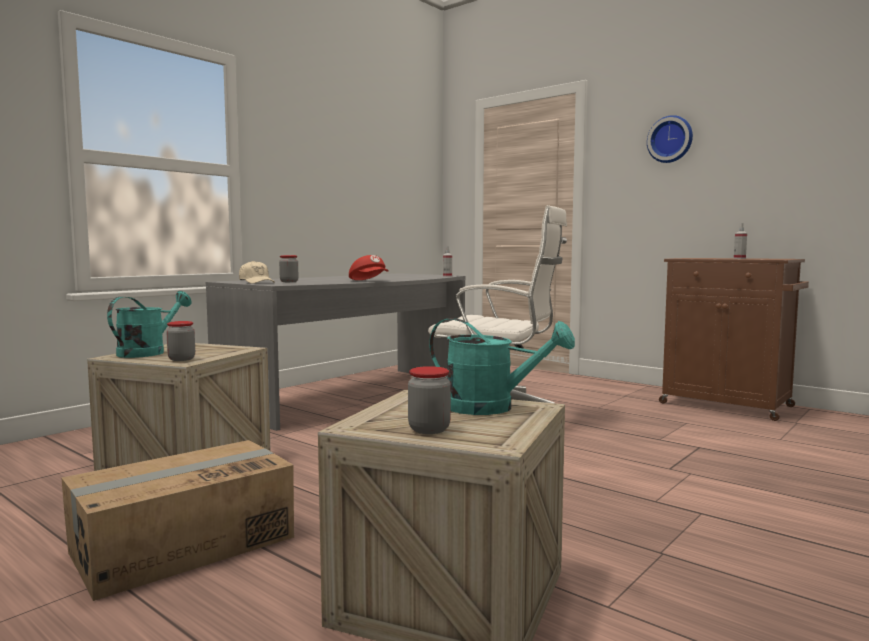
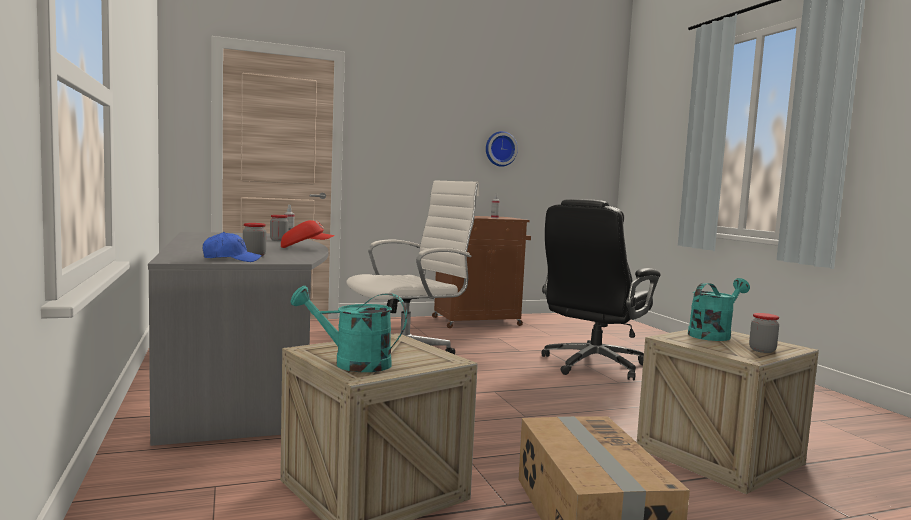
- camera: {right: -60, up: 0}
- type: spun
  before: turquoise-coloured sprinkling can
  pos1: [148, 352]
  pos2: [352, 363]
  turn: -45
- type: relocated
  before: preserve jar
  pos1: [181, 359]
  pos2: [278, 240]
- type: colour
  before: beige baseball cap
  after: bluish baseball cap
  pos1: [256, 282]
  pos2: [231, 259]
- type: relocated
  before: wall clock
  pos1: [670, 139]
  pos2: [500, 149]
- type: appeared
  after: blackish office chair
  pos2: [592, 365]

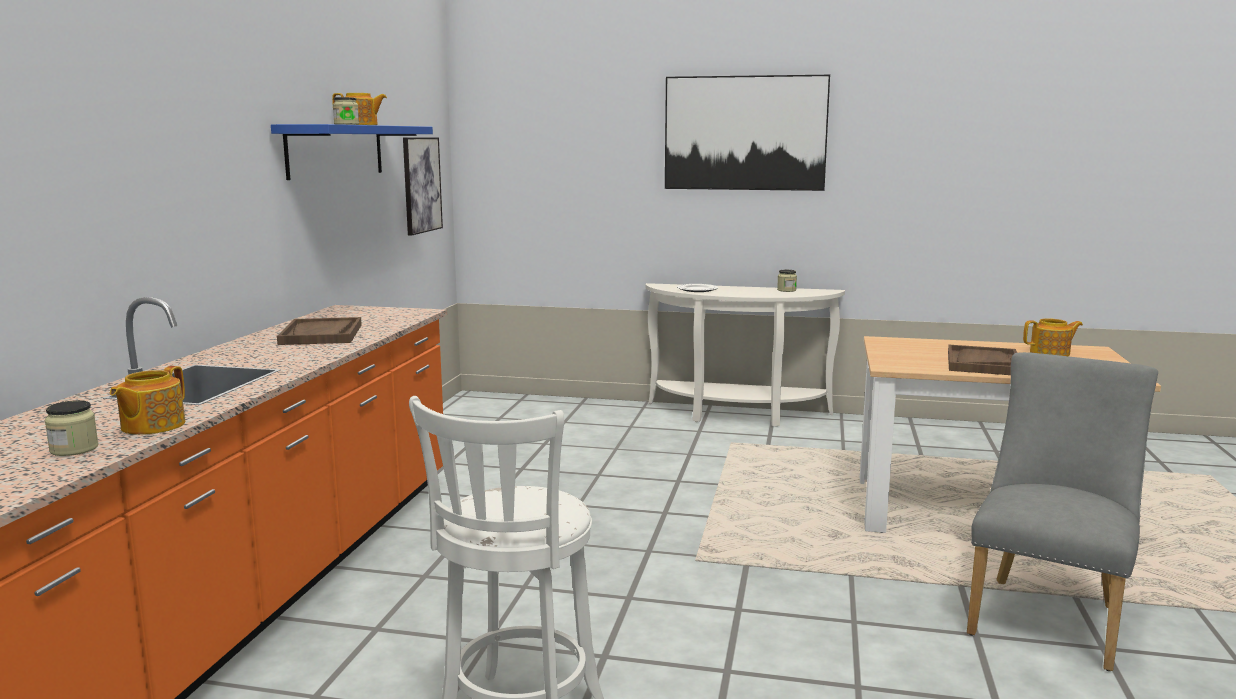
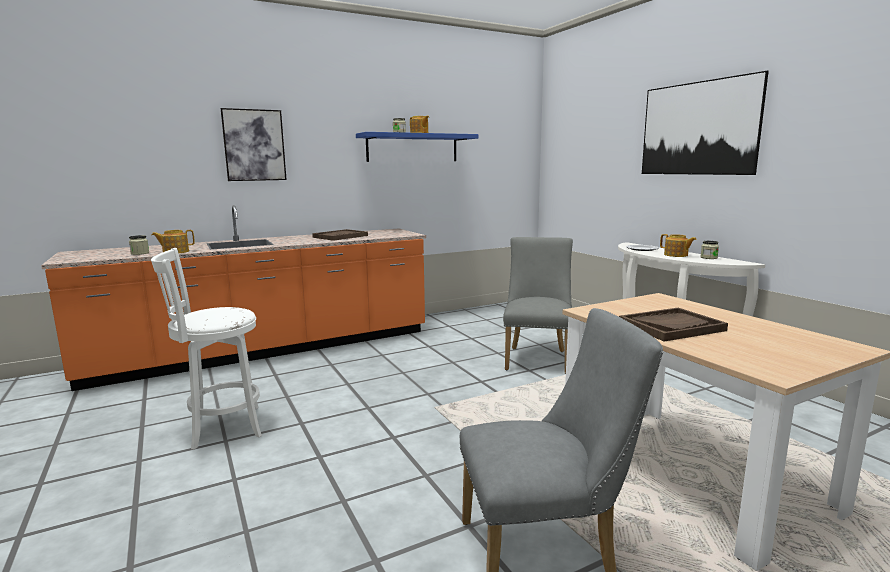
- camera: {right: 50, up: 0}
- type: relocated
  before: wall picture
  pos1: [421, 185]
  pos2: [254, 145]
- type: relocated
  before: teapot
  pos1: [1051, 353]
  pos2: [676, 255]
- type: appeared
  after: gray plain chair
  pos2: [537, 358]

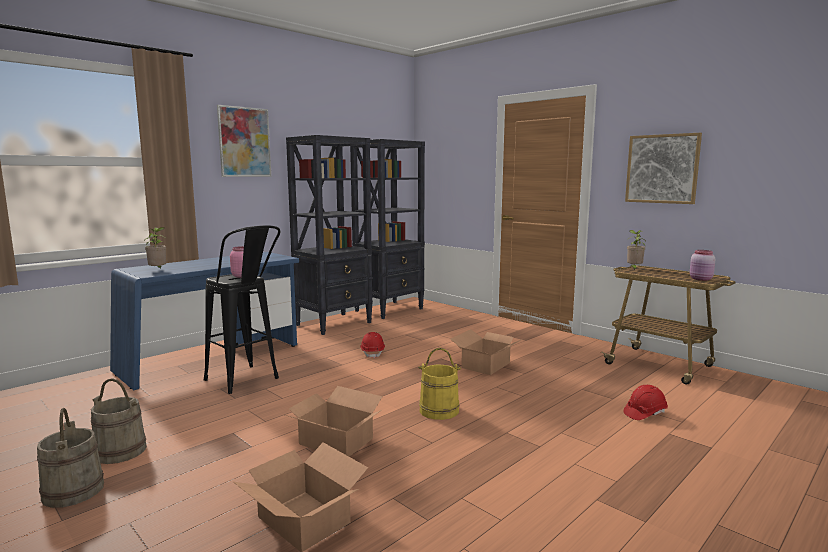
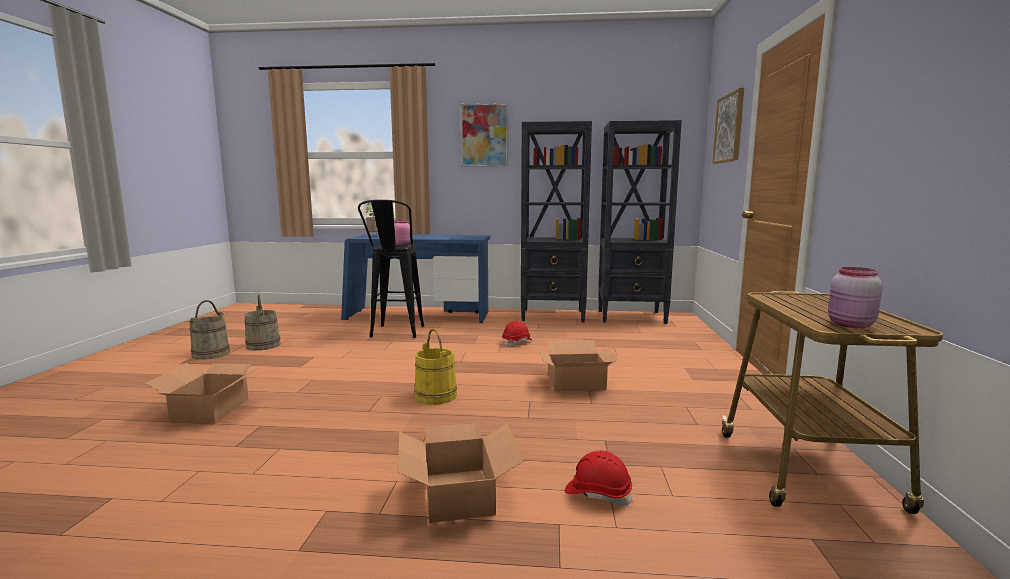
- camera: {right: 50, up: 0}
- type: relocated
  before: packing box
  pos1: [336, 442]
  pos2: [457, 495]
- type: relocated
  before: wall picture
  pos1: [662, 169]
  pos2: [729, 128]
- type: missing
  before: plant in a pot
  pos1: [634, 269]

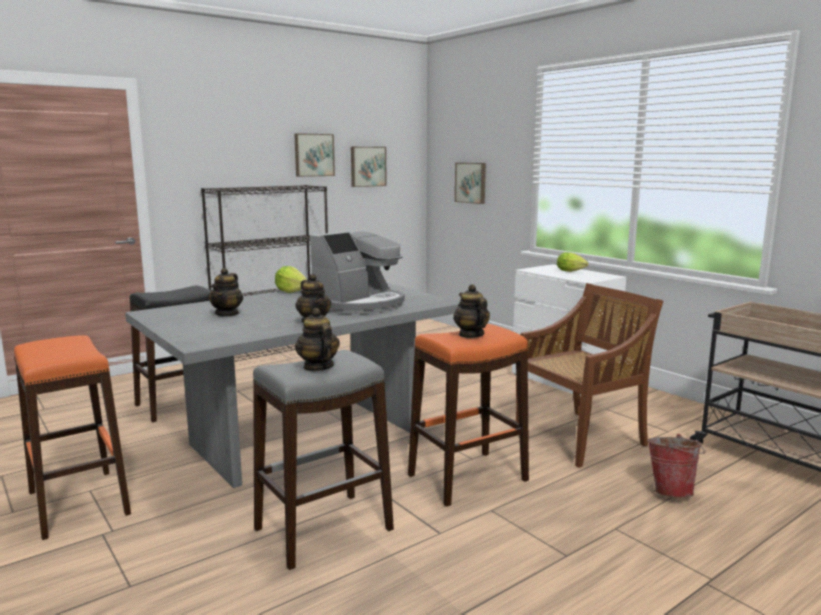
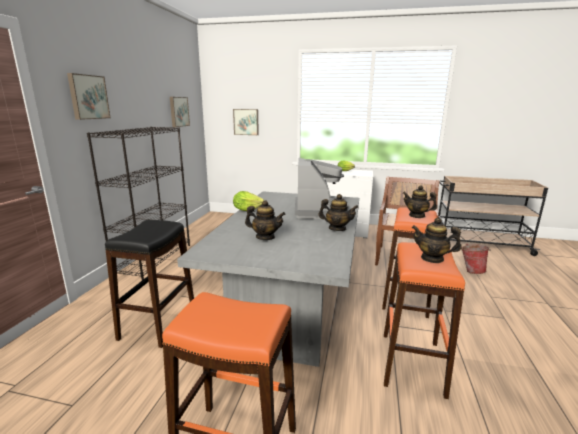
- camera: {right: -40, up: 5}
- type: spun
  before: teapot
  pos1: [227, 314]
  pos2: [265, 237]
  turn: -45
- type: colour
  before: gray stool seat
  after: orange stool seat
  pos1: [323, 529]
  pos2: [412, 363]
- type: relocated
  before: wall picture
  pos1: [313, 155]
  pos2: [88, 97]

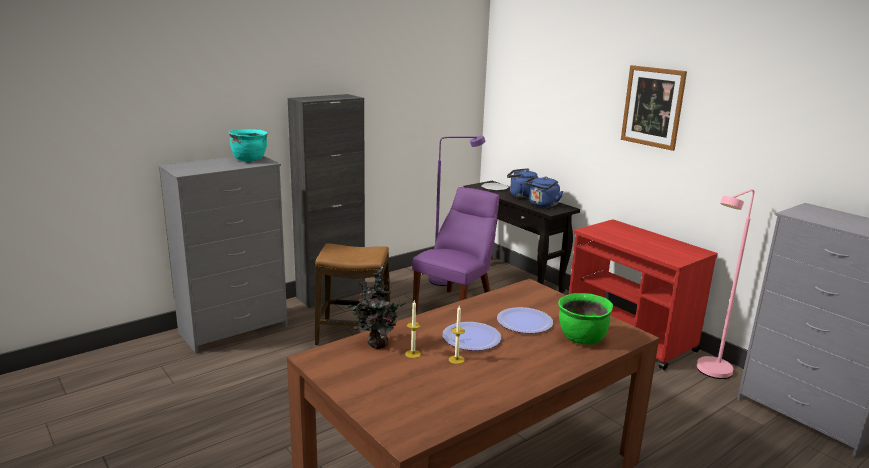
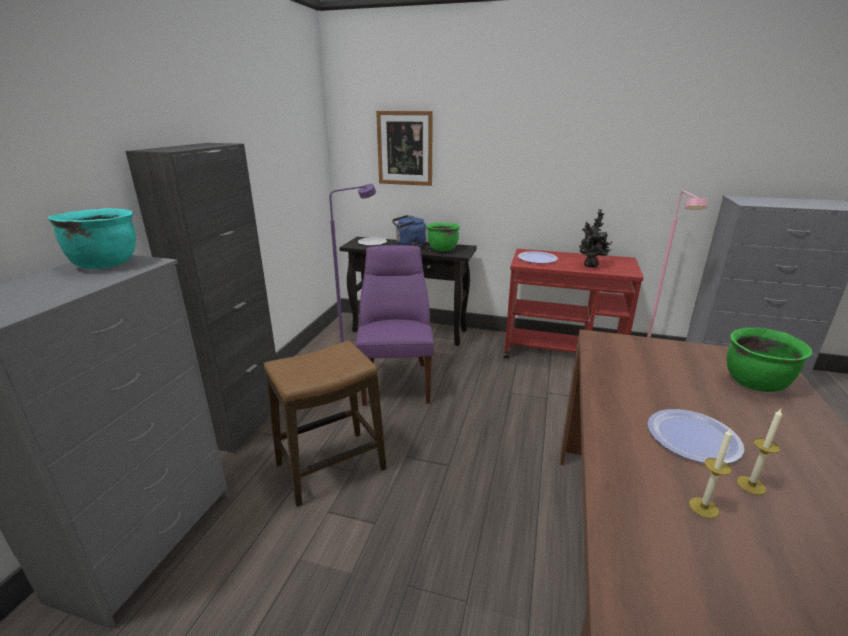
- camera: {right: -35, up: 5}
- type: relocated
  before: plant in a pot
  pos1: [376, 345]
  pos2: [591, 266]
- type: relocated
  before: dinner plate
  pos1: [524, 322]
  pos2: [537, 258]
- type: exchanged
  before: bluish kettle
  after: green stockpot
  pos1: [542, 205]
  pos2: [442, 249]
- type: relocated
  before: wall picture
  pos1: [652, 107]
  pos2: [405, 148]

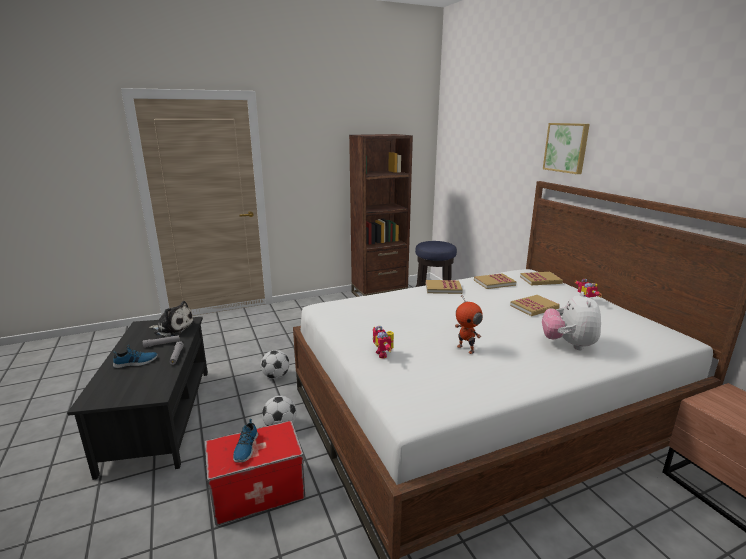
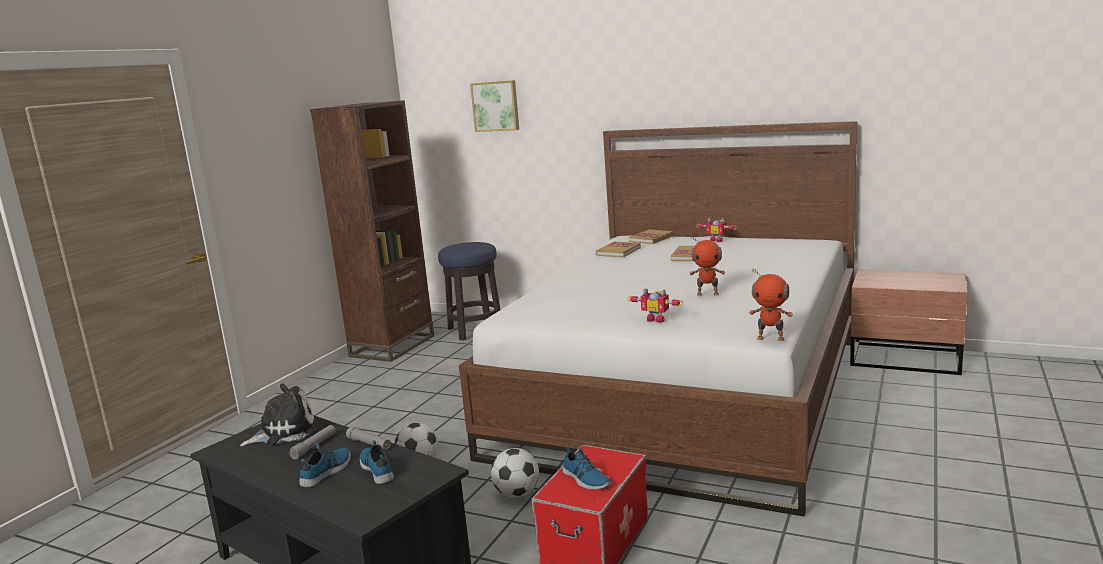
- camera: {right: -40, up: -5}
- type: missing
  before: book
  pos1: [443, 288]
- type: missing
  before: soft toy
  pos1: [568, 344]
- type: relocated
  before: wall picture
  pos1: [566, 147]
  pos2: [496, 106]
- type: appeared
  after: shoe
  pos2: [378, 469]
- type: appeared
  after: robot figure
  pos2: [770, 338]

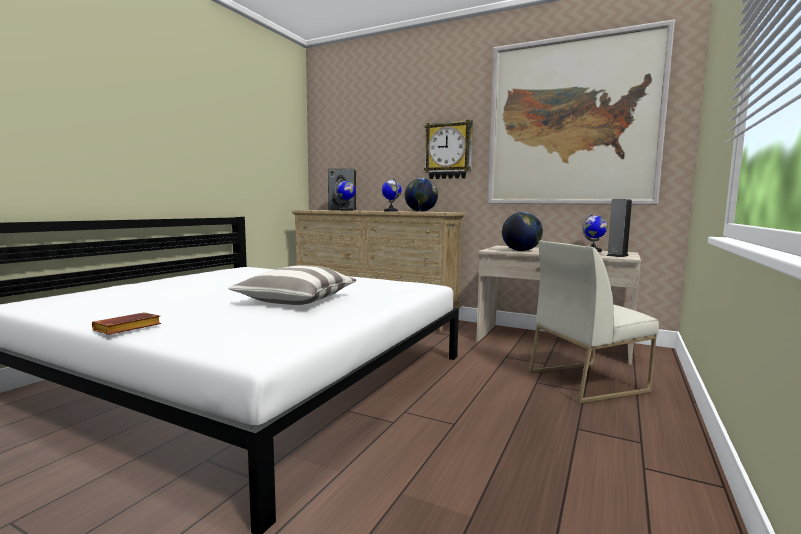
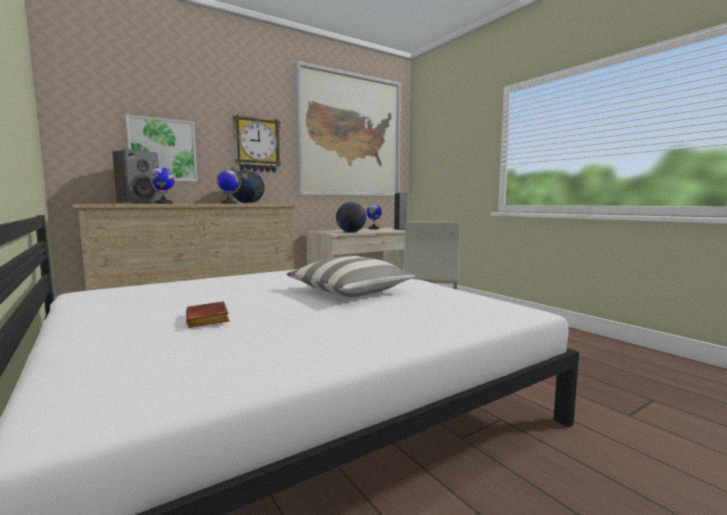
- camera: {right: -60, up: 0}
- type: relocated
  before: brown book
  pos1: [126, 329]
  pos2: [209, 320]
- type: appeared
  after: wall picture
  pos2: [163, 150]

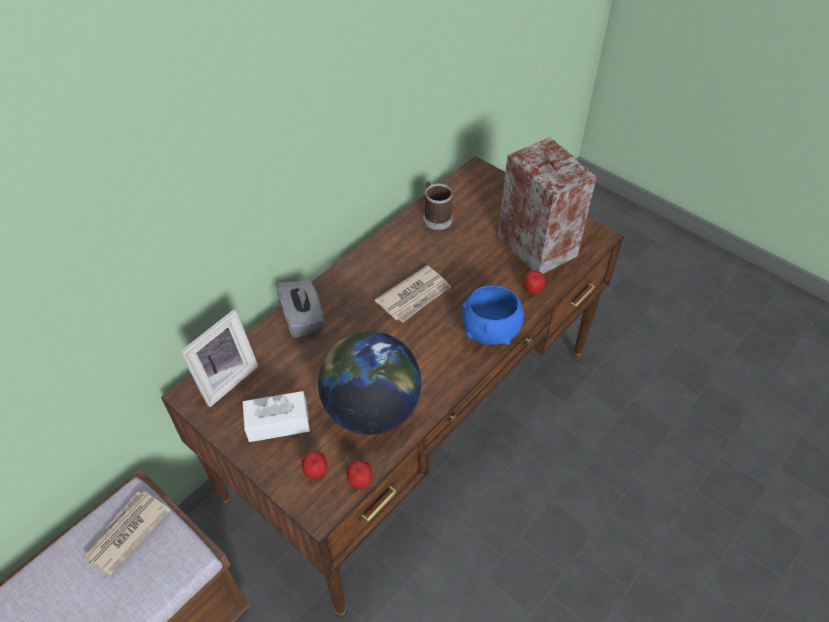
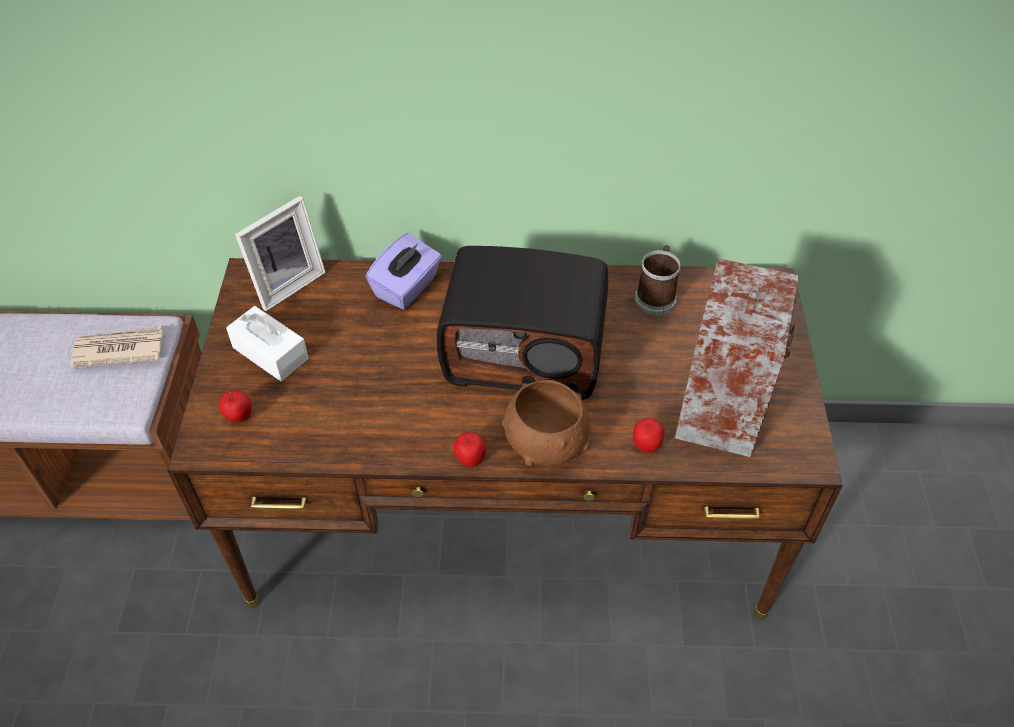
- camera: {right: 50, up: 0}
- type: spun
  before: photo frame
  pos1: [225, 378]
  pos2: [286, 283]
  turn: -45
- type: colour
  before: gray tissue box
  after: purple-coloured tissue box
  pos1: [303, 319]
  pos2: [407, 287]
- type: missing
  before: world globe
  pos1: [371, 409]
- type: relocated
  before: whole apple
  pos1: [360, 482]
  pos2: [470, 460]
- type: exchanged
  before: newspaper
  after: radio receiver
  pos1: [415, 296]
  pos2: [525, 351]
- type: colour
  before: bluish serving bowl
  after: brown serving bowl
  pos1: [490, 332]
  pos2: [544, 445]

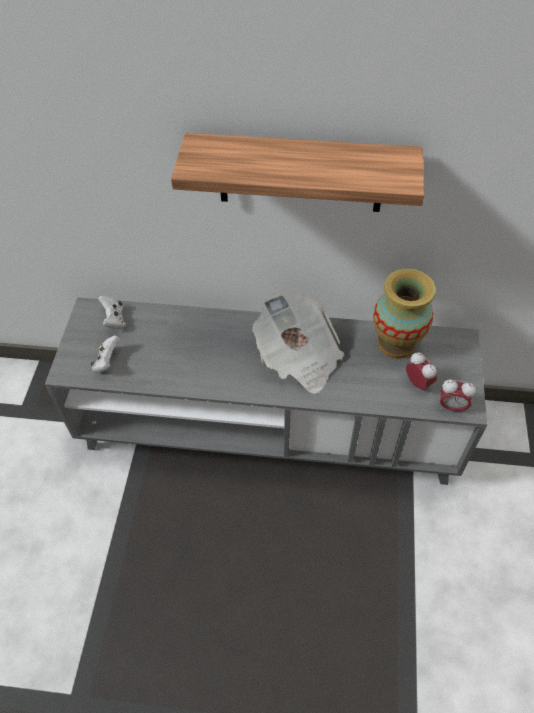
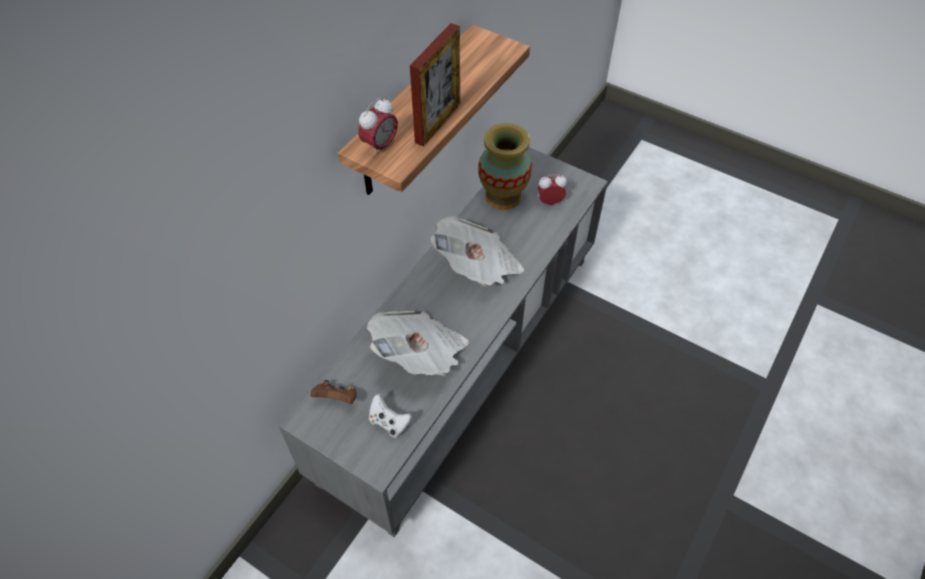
- camera: {right: -65, up: 0}
- type: colour
  before: white-coloured game controller
  after: brown game controller
  pos1: [114, 320]
  pos2: [337, 398]
- type: relocated
  before: bedside clock
  pos1: [451, 406]
  pos2: [380, 146]
- type: appeared
  after: newspaper
  pos2: [421, 354]
- type: appeared
  after: photo frame
  pos2: [438, 123]

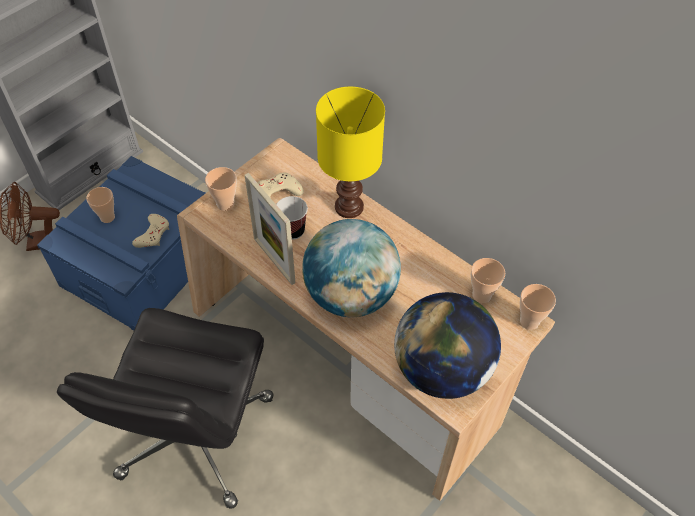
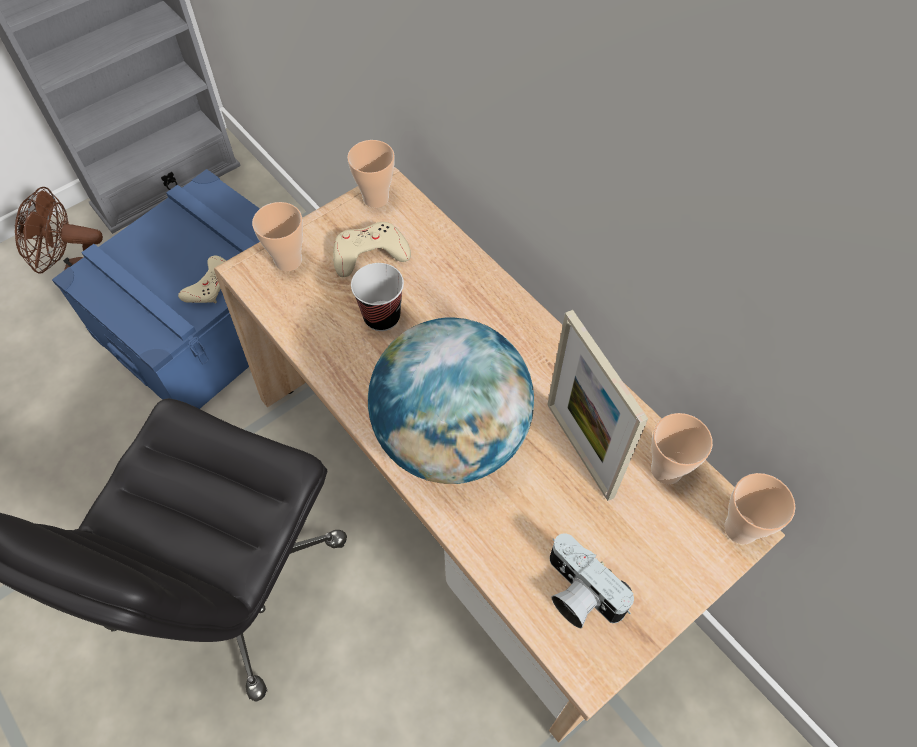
- camera: {right: 10, up: 5}
- type: relocated
  before: cup
  pos1: [107, 217]
  pos2: [376, 198]
- type: relocated
  before: photo frame
  pos1: [274, 260]
  pos2: [579, 450]
- type: missing
  before: yellow-coloured table lamp
  pos1: [348, 207]
- type: exchanged
  before: world globe
  after: photo camera
  pos1: [442, 369]
  pos2: [577, 593]

